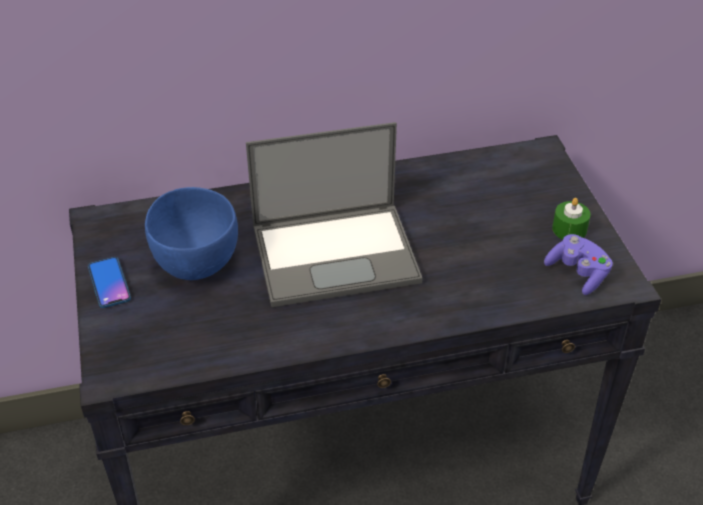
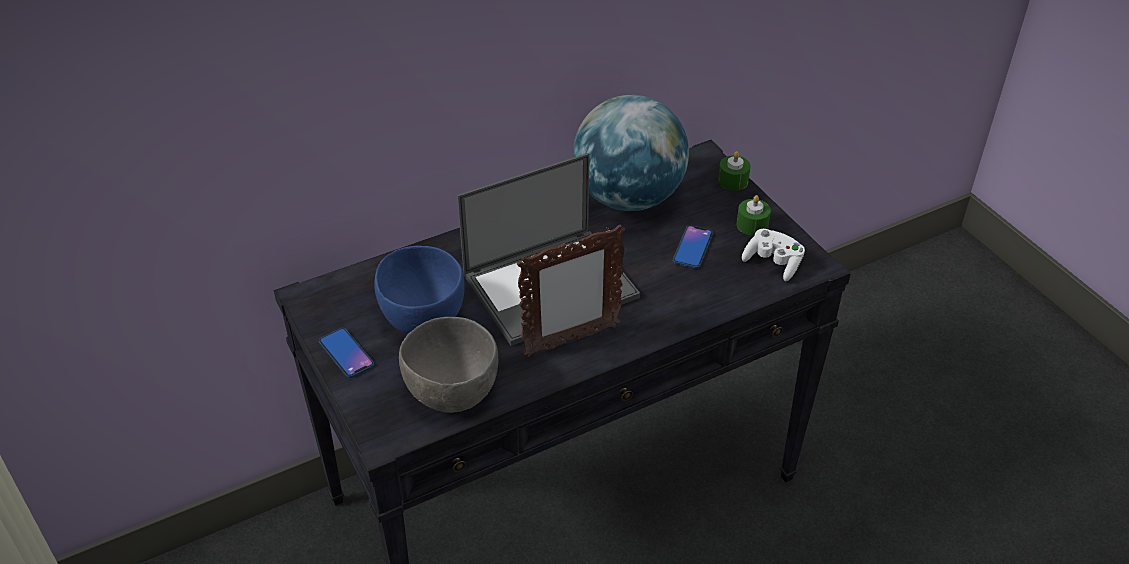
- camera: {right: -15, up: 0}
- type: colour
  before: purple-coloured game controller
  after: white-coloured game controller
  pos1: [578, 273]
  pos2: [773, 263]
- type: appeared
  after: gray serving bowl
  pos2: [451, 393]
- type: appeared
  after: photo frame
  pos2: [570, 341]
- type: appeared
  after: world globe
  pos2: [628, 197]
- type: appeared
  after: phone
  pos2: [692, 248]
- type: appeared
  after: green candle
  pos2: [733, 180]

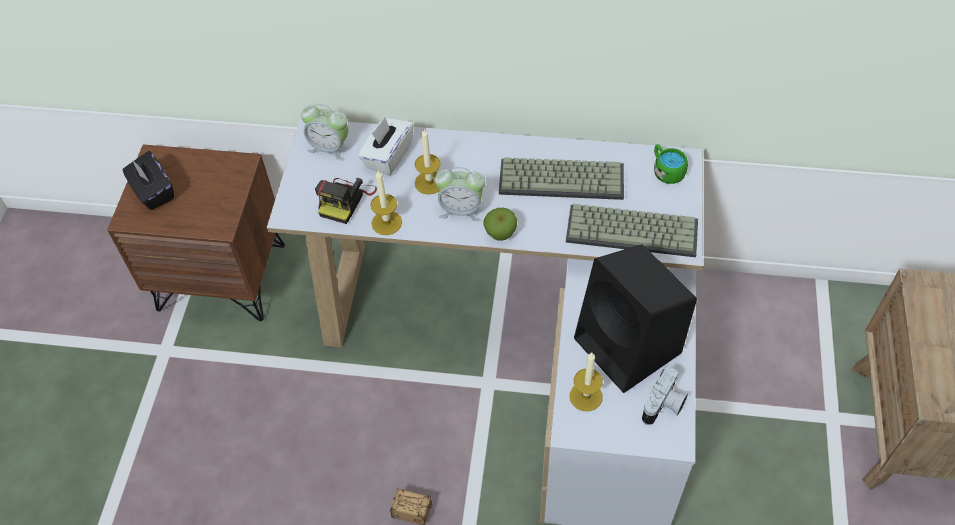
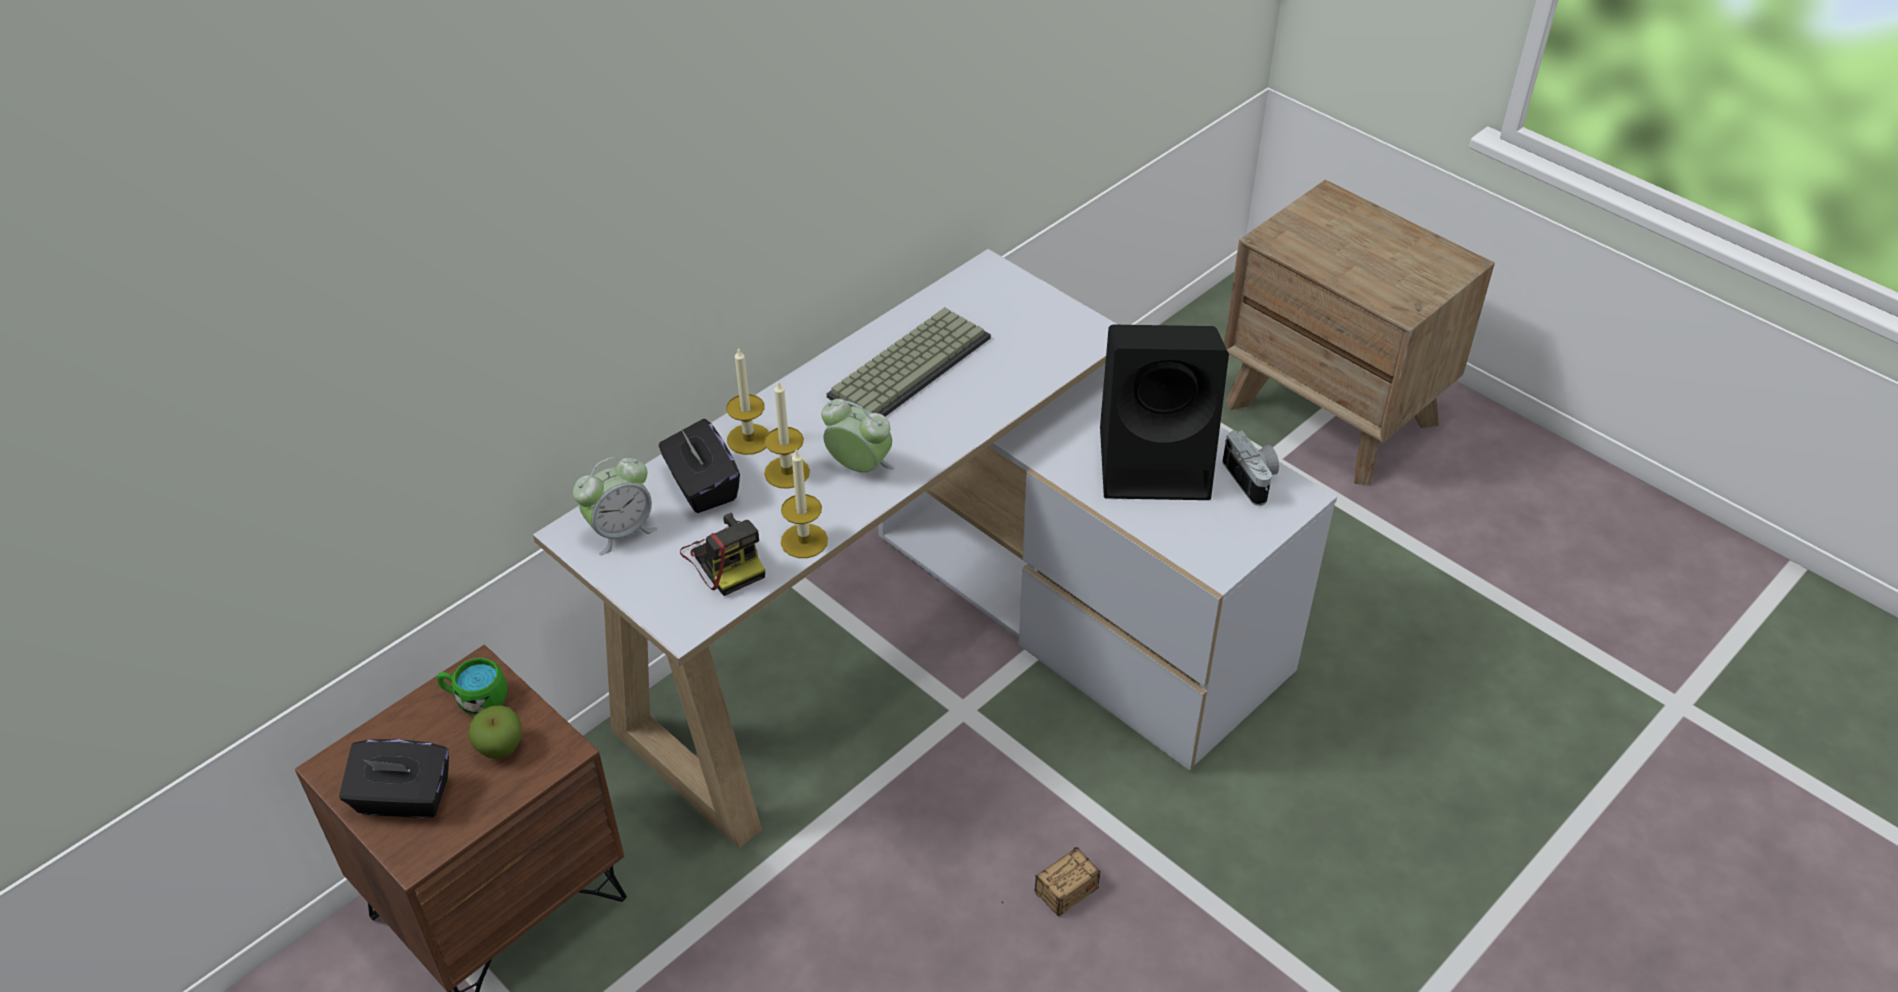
- camera: {right: -55, up: -10}
- type: colour
  before: white-coloured tissue box
  after: blackish tissue box
  pos1: [387, 156]
  pos2: [702, 486]
- type: spun
  before: bedside clock
  pos1: [461, 210]
  pos2: [859, 467]
  turn: -105
- type: relocated
  before: whole apple
  pos1: [500, 234]
  pos2: [501, 748]
- type: missing
  before: PC keyboard
  pos1: [633, 230]
- type: relocated
  before: candle
  pos1: [586, 396]
  pos2: [749, 439]
- type: relocated
  before: green mug
  pos1: [666, 171]
  pos2: [475, 698]

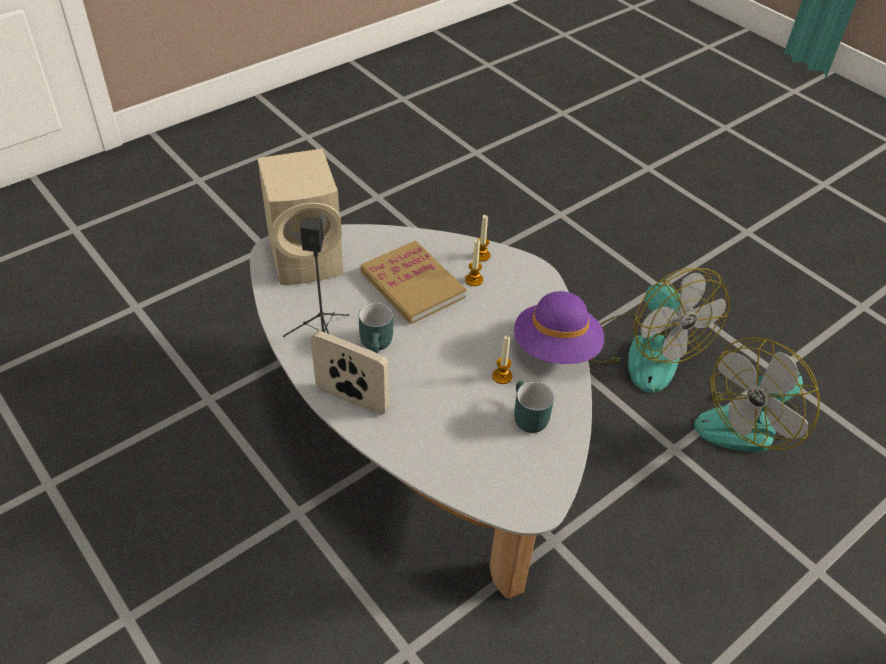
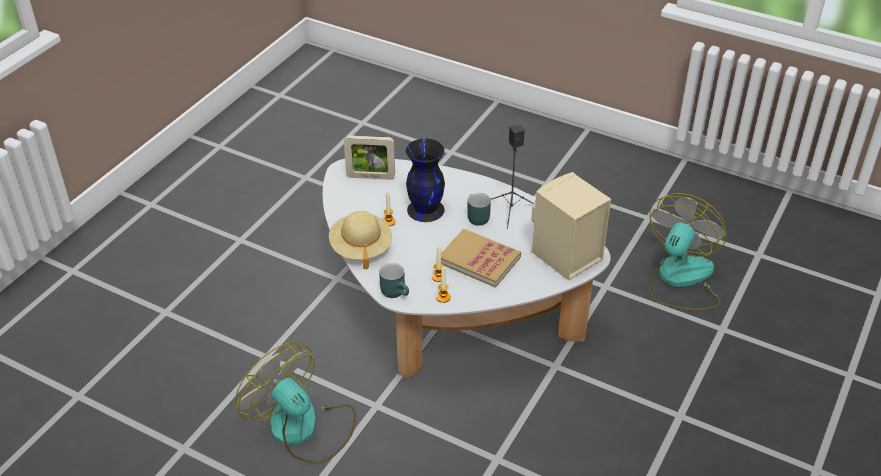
- camera: {right: 160, up: -5}
- type: relocated
  before: photo frame
  pos1: [352, 399]
  pos2: [370, 177]
- type: colour
  before: purple-coloured hat
  after: beige hat
  pos1: [556, 348]
  pos2: [361, 248]
- type: relocated
  before: turquoise-coloured mug
  pos1: [525, 417]
  pos2: [396, 292]
- type: relocated
  before: fan
  pos1: [748, 421]
  pos2: [680, 280]
- type: appeared
  after: blackish flower vase
  pos2: [425, 209]

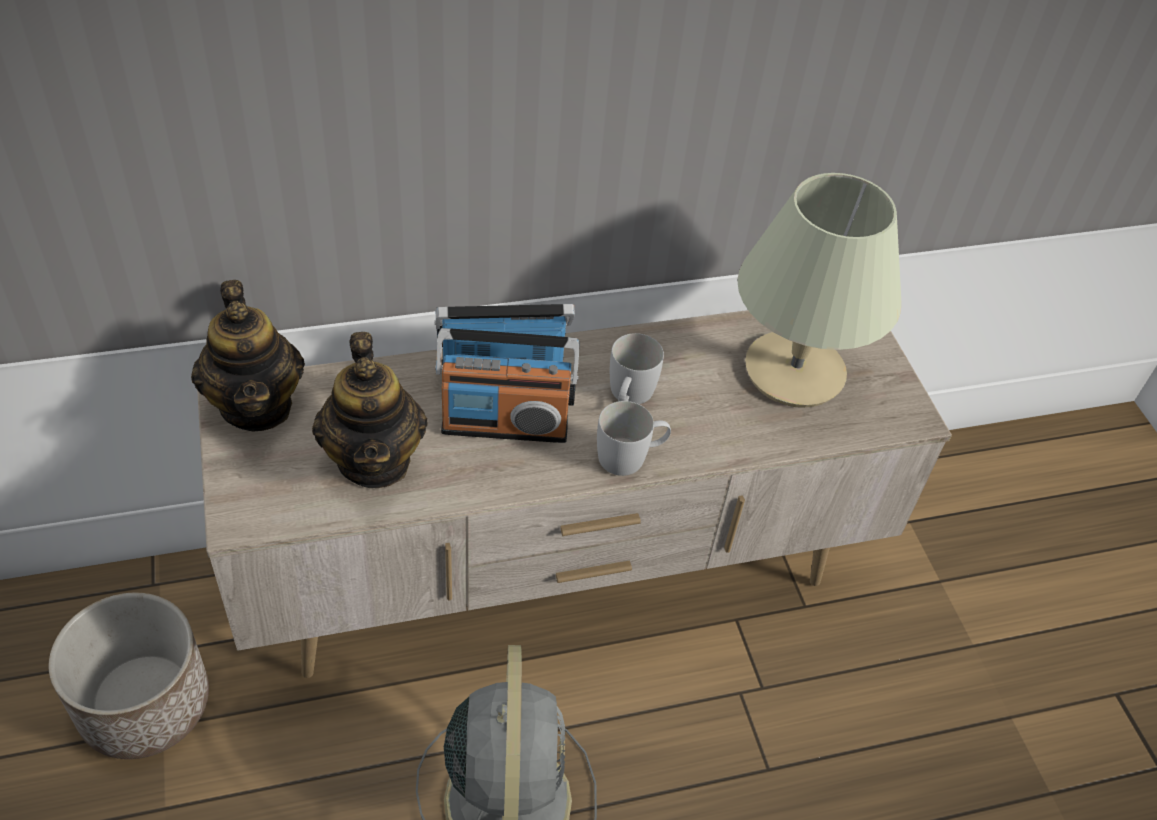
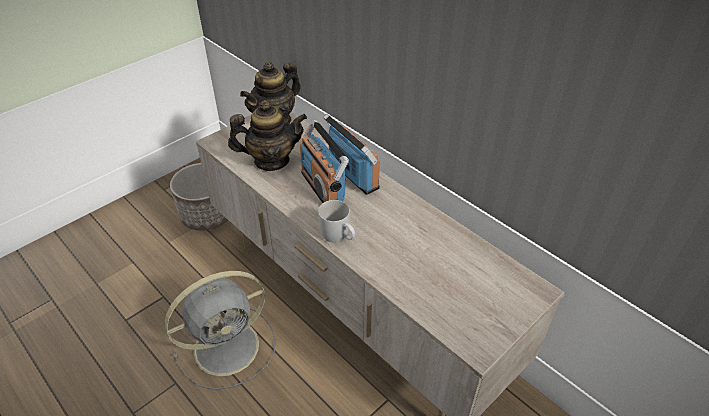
- camera: {right: 65, up: -5}
- type: spun
  before: teapot
  pos1: [375, 460]
  pos2: [271, 161]
  turn: -150
- type: missing
  before: white-coloured mug
  pos1: [628, 396]
- type: missing
  before: beige table lamp
  pos1: [793, 371]

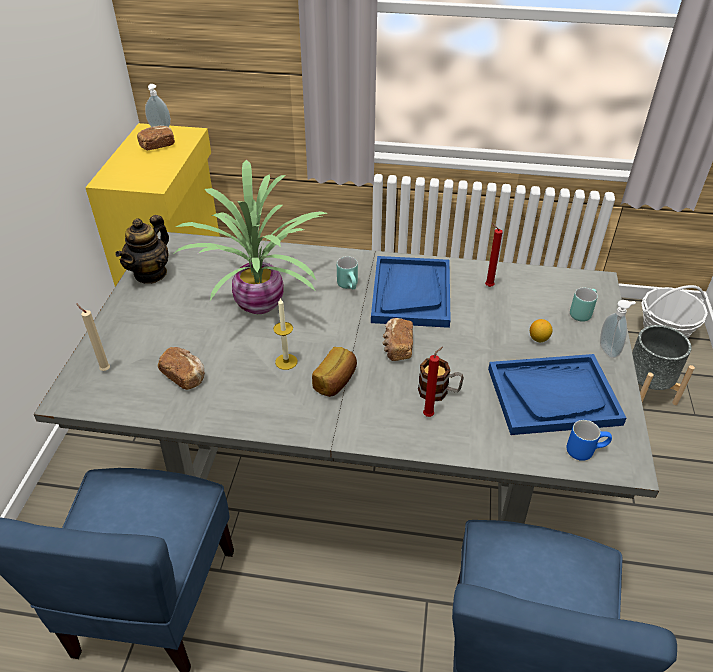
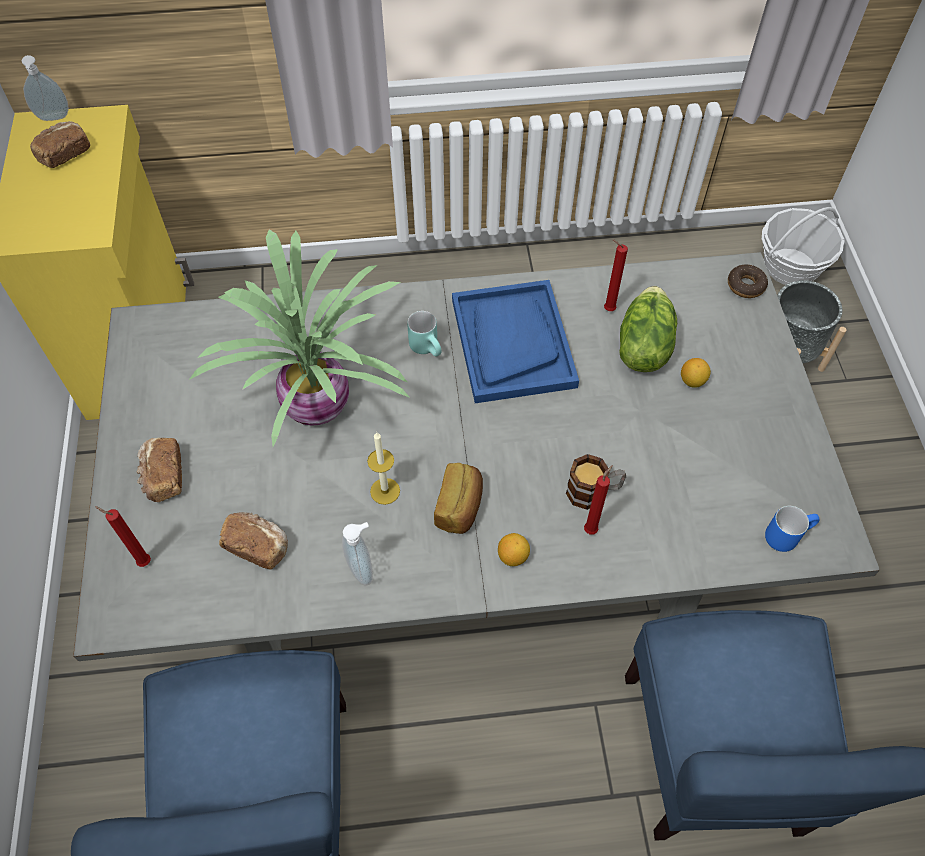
- camera: {right: -15, up: 15}
- type: colour
  before: beige candle
  after: red-coloured candle
  pos1: [104, 369]
  pos2: [142, 562]
- type: missing
  before: teapot
  pos1: [151, 273]
- type: relocated
  before: baked bread
  pos1: [397, 347]
  pos2: [163, 477]
- type: missing
  before: bluish serving tray
  pos1: [553, 396]
- type: missing
  before: turquoise-coloured mug
  pos1: [581, 312]
- type: relocated
  before: soap bottle
  pos1: [609, 350]
  pos2: [362, 569]
- type: appeared
  after: lemon
  pos2: [513, 556]
- type: appeared
  after: head of lettuce
  pos2: [642, 346]
- type: appeared
  after: donut
  pos2: [745, 285]

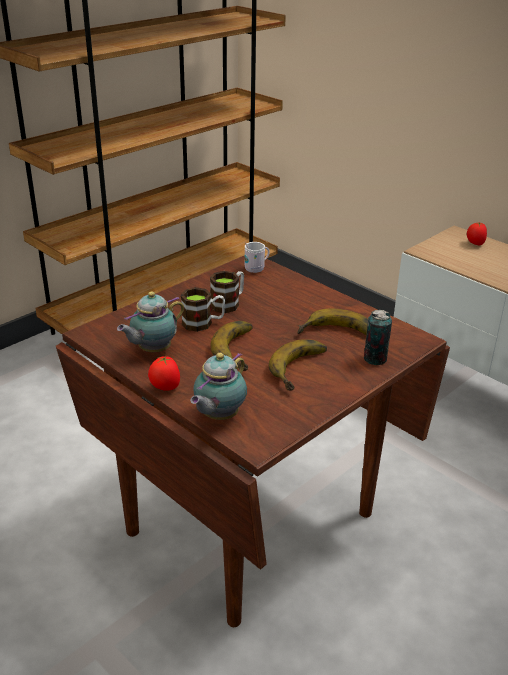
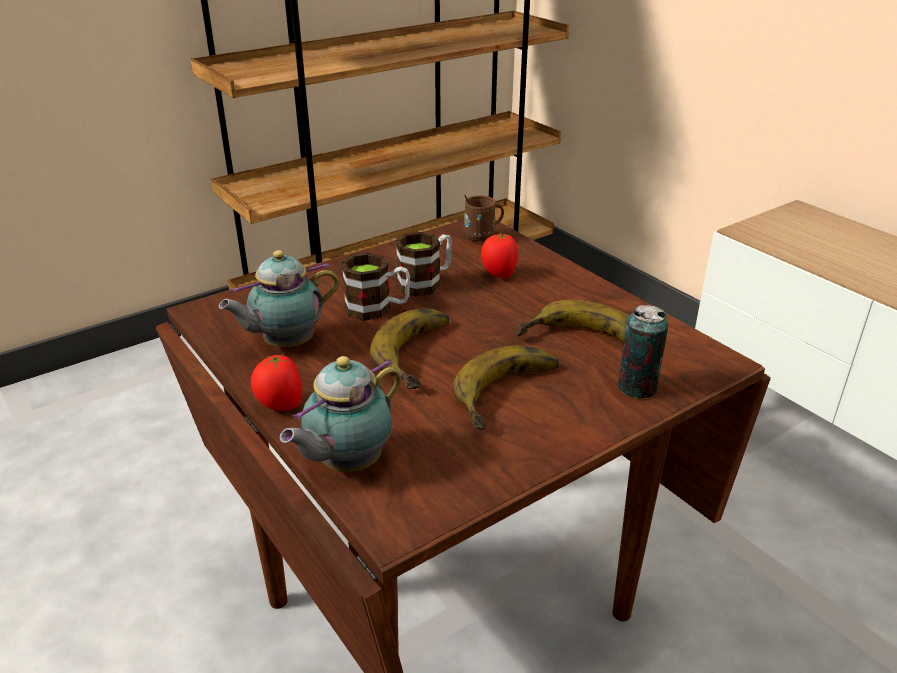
- camera: {right: 10, up: 0}
- type: colour
  before: white-coloured mug
  after: brown mug
  pos1: [257, 268]
  pos2: [483, 236]
- type: relocated
  before: fresh tomato
  pos1: [475, 244]
  pos2: [498, 275]

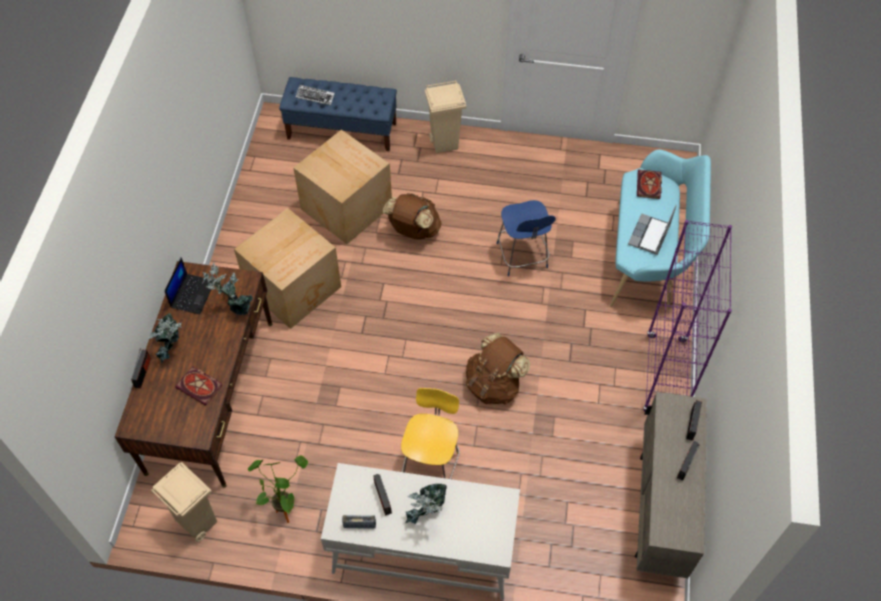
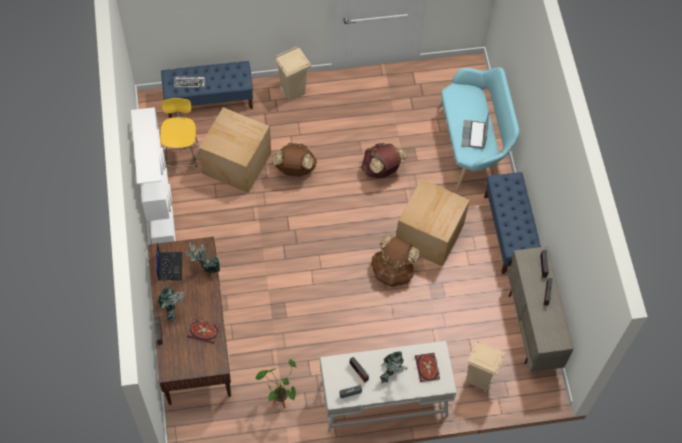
- camera: {right: -20, up: 5}
- type: relocated
  before: beige trash can
  pos1: [197, 522]
  pos2: [477, 379]
- type: relocated
  before: packing box
  pos1: [294, 287]
  pos2: [430, 234]
- type: relocated
  before: yellow-coloured plain chair
  pos1: [431, 466]
  pos2: [182, 155]
- type: exchanged
  before: bluish plain chair
  after: brown rucksack
  pos1: [522, 257]
  pos2: [381, 169]
- type: relocated
  before: book
  pos1: [649, 186]
  pos2: [428, 368]
- type: exchanged
  before: purple-coloured bookcase
  after: bluish indoor bench
  pos1: [665, 376]
  pos2: [508, 233]
- type: appeared
  after: white-coloured bookcase
  pos2: [162, 218]

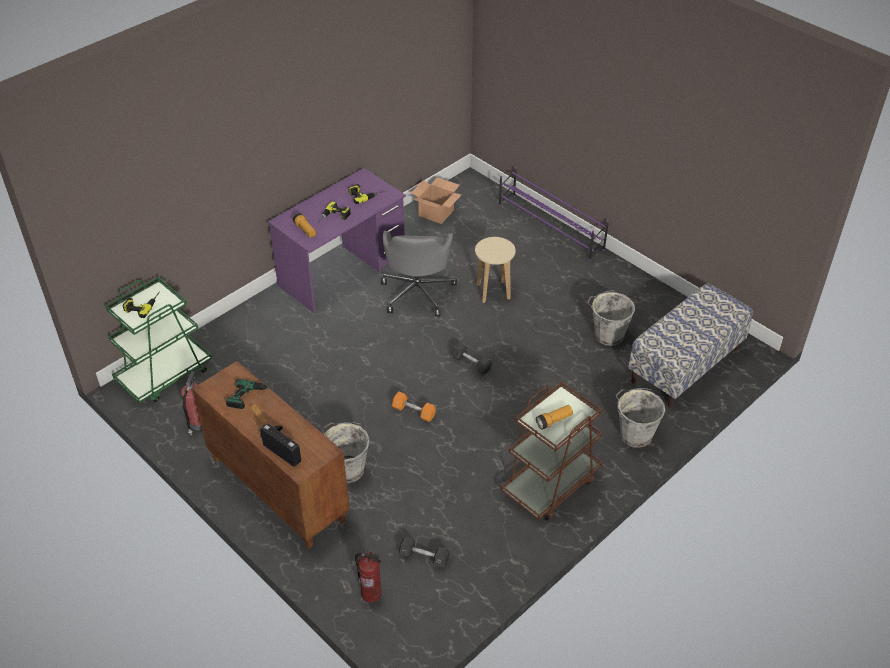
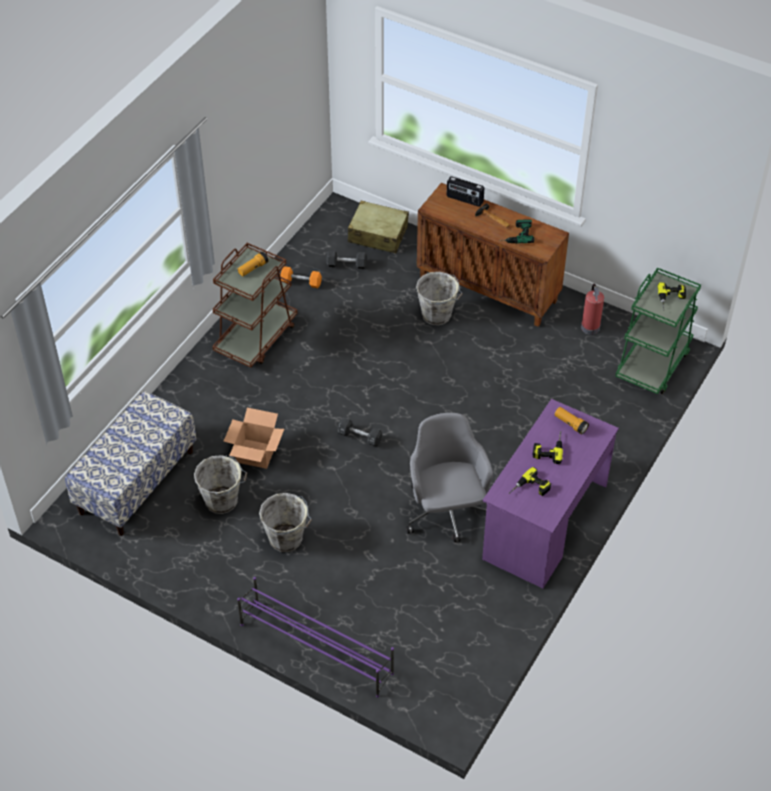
- camera: {right: 165, up: 5}
- type: exchanged
  before: extinguisher
  after: beige piece of luggage
  pos1: [371, 593]
  pos2: [377, 234]
- type: relocated
  before: orange dumbbell
  pos1: [414, 411]
  pos2: [301, 282]
- type: relocated
  before: packing box
  pos1: [435, 213]
  pos2: [256, 453]
- type: missing
  before: beige stool seat
  pos1: [493, 292]
- type: relocated
  before: gray water bucket
  pos1: [634, 434]
  pos2: [287, 539]

